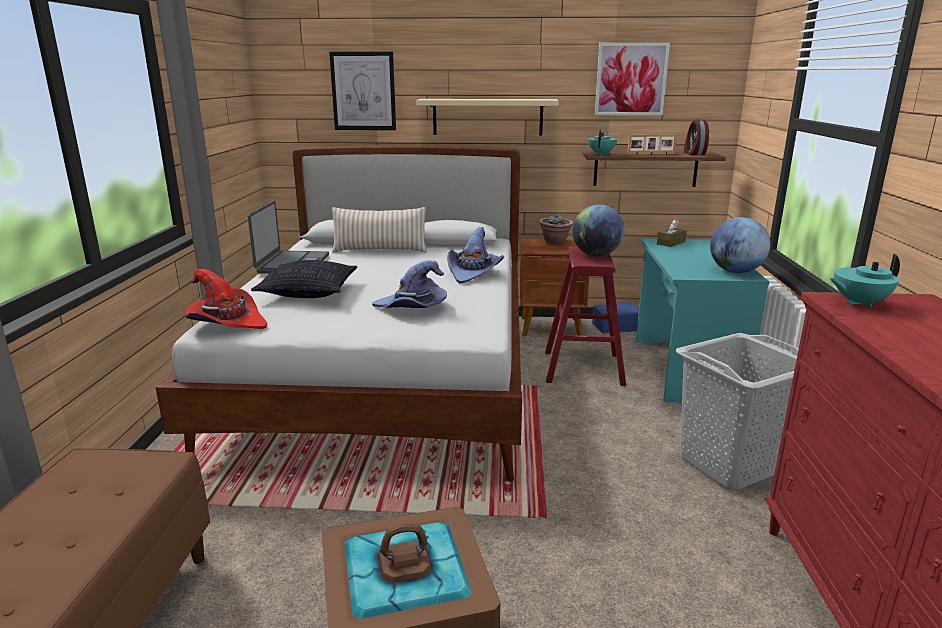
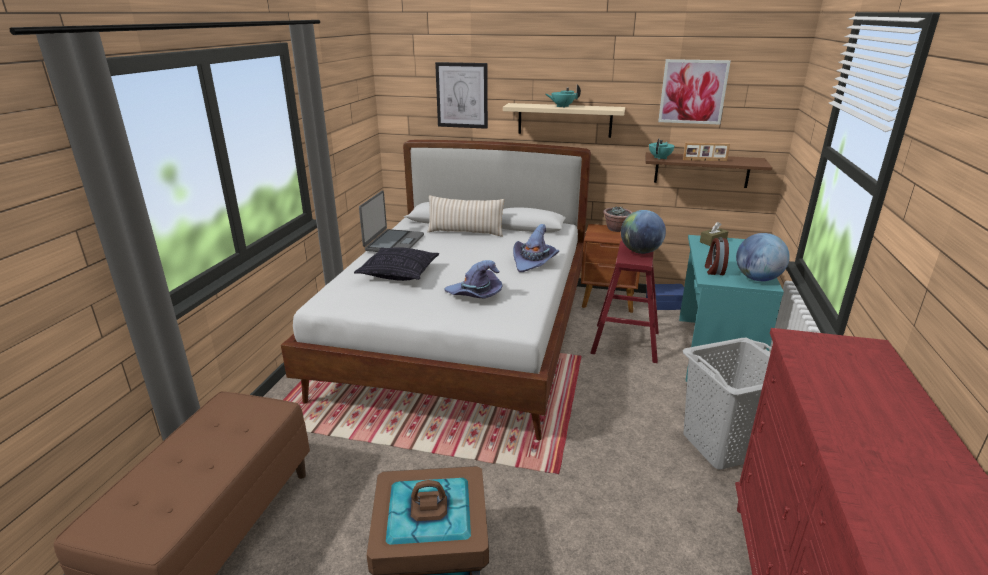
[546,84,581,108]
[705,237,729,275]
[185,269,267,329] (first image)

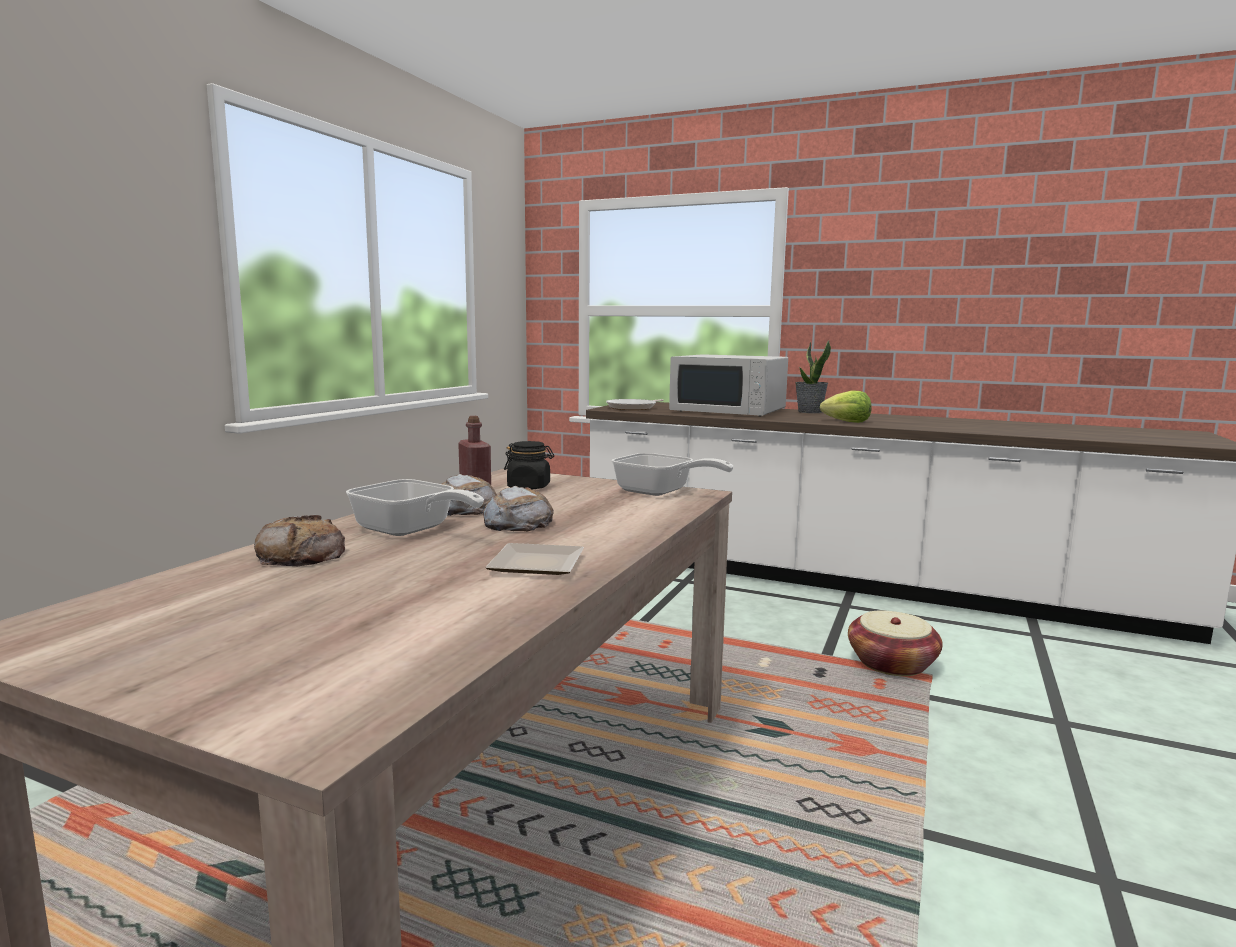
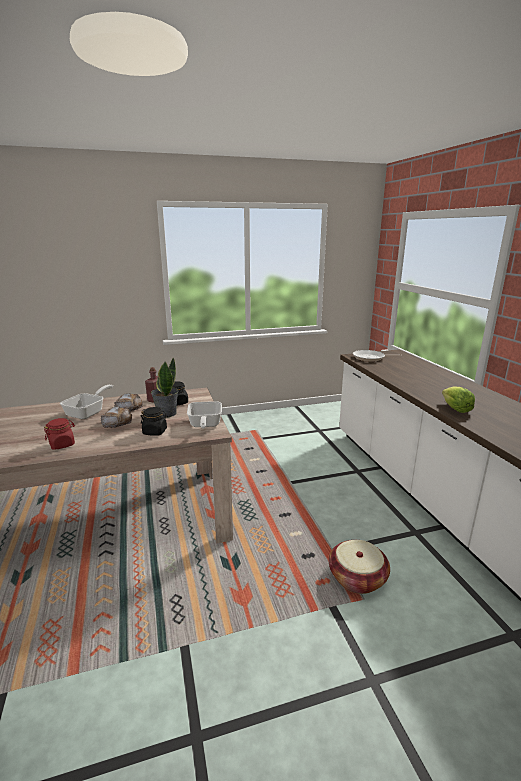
[44,418,75,450]
[60,385,113,419]
[141,407,167,436]
[151,358,178,418]
[254,515,345,566] (first image)
[669,354,788,417] (first image)

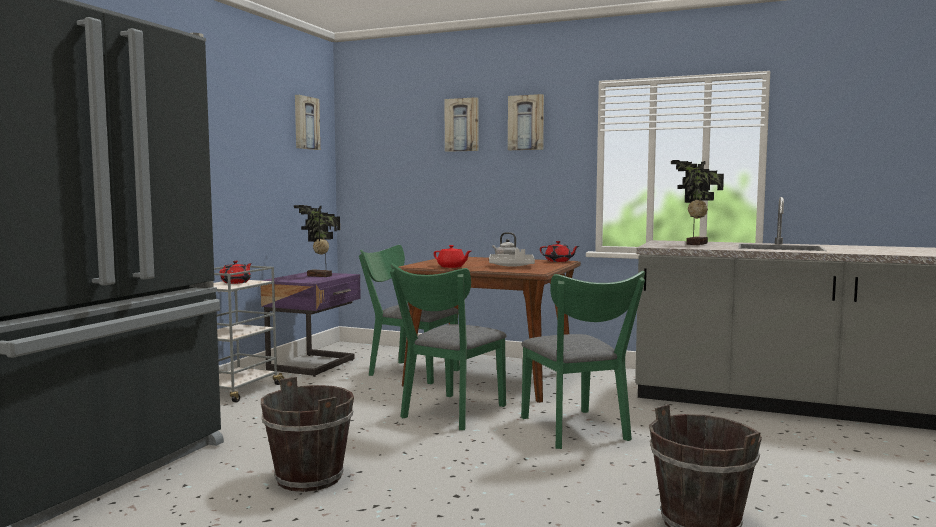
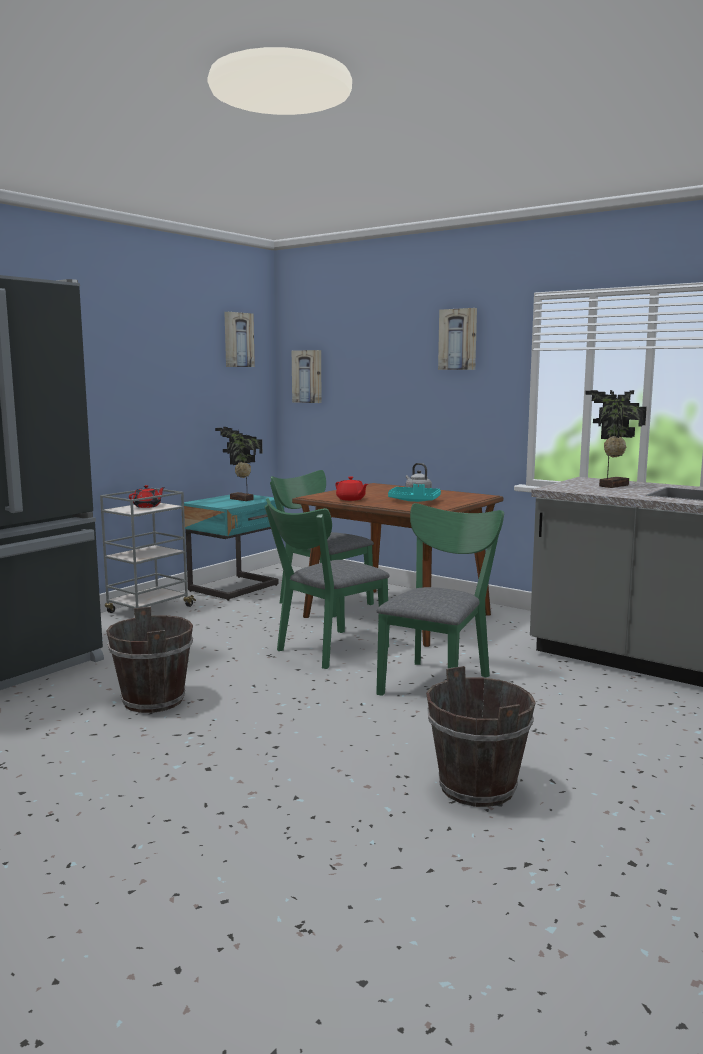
[181,495,284,601]
[292,350,322,403]
[376,503,504,696]
[388,484,441,502]
[540,241,579,262] (first image)

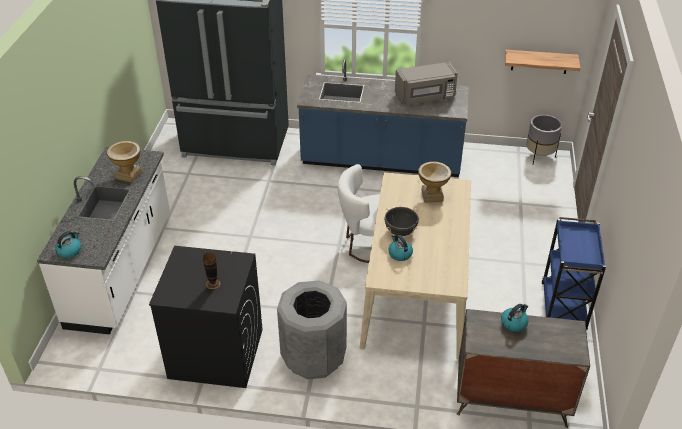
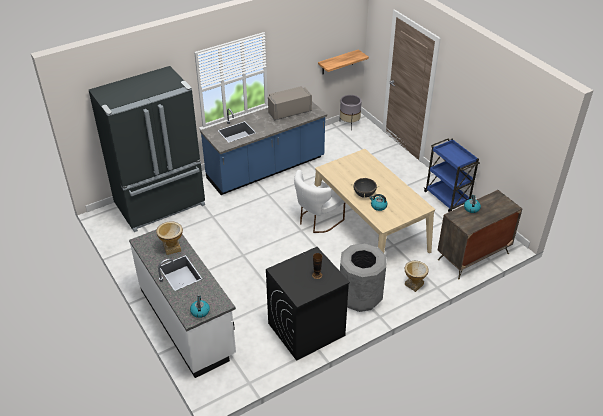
[268,86,312,120]
[405,261,429,292]

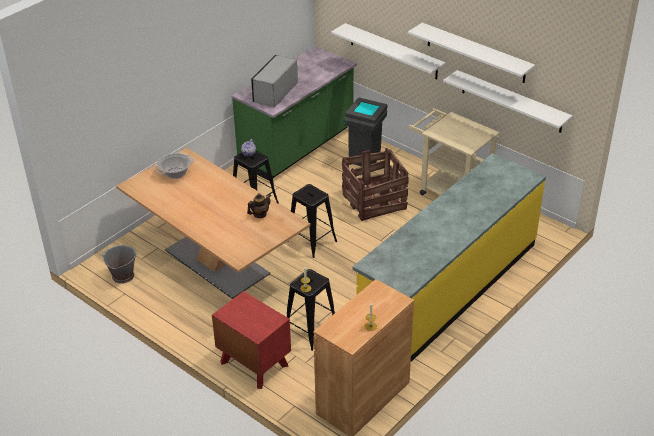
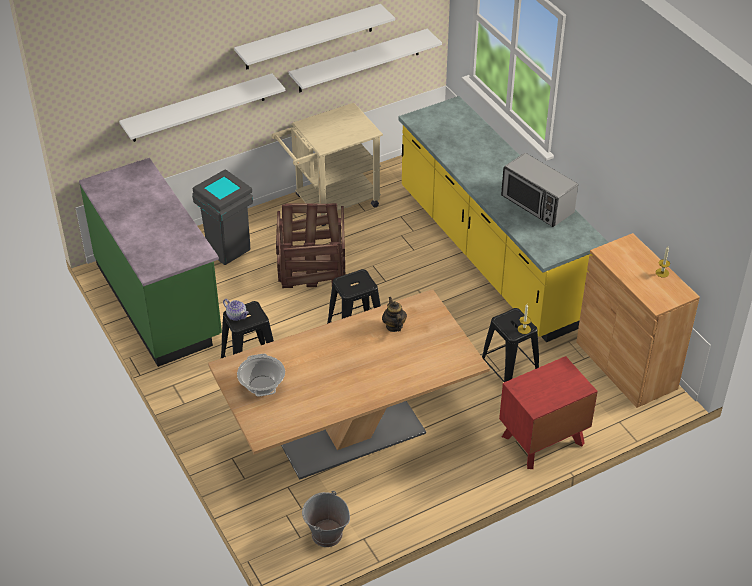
[501,153,578,227]

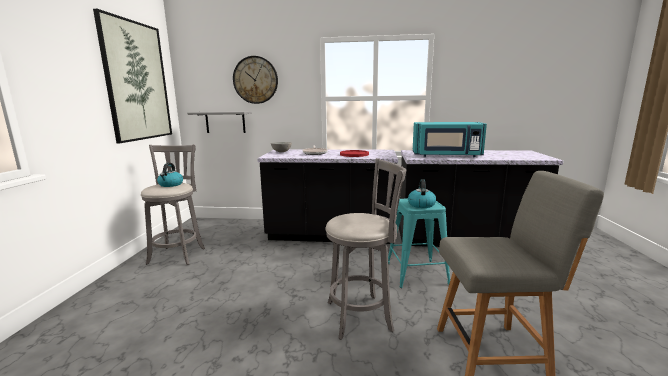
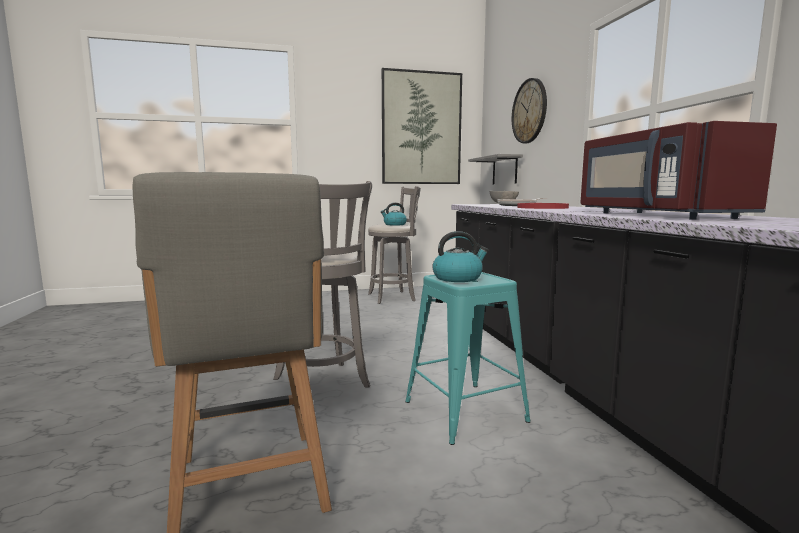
[581,121,777,220]

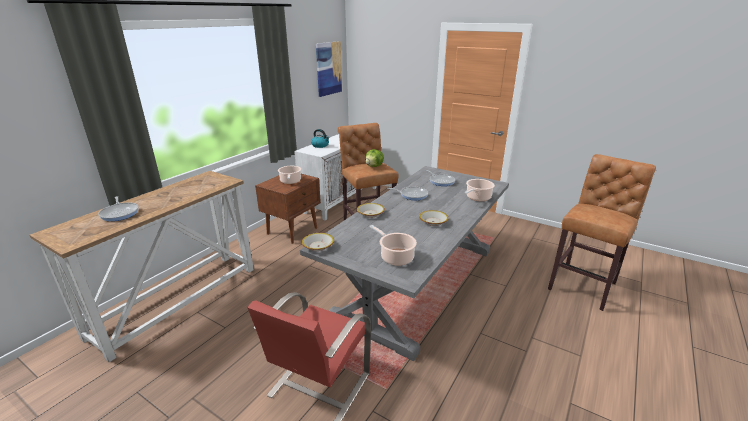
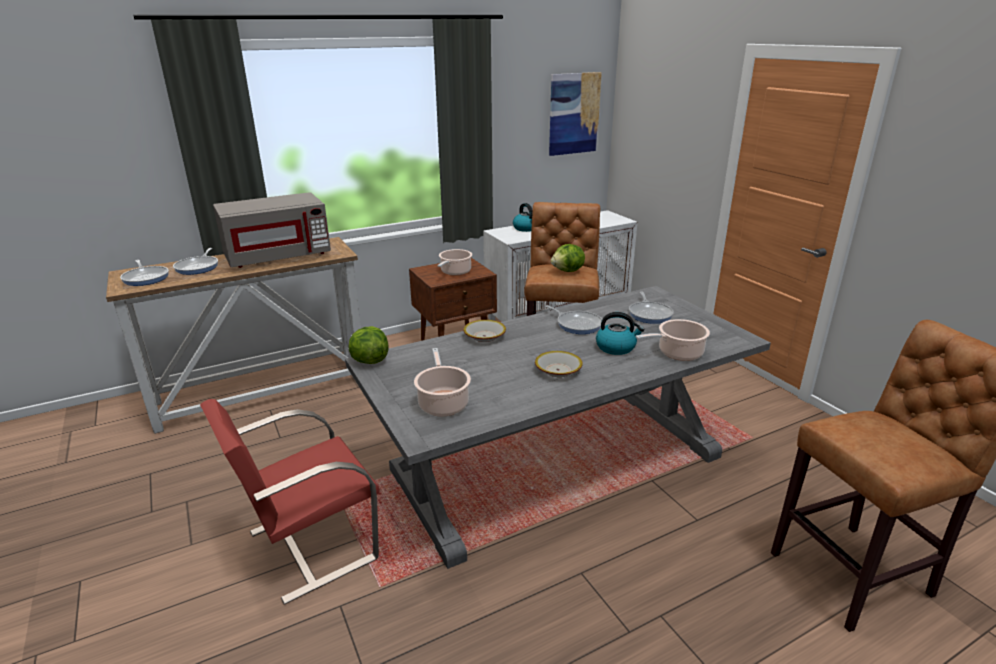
[120,260,169,286]
[213,192,331,268]
[349,326,389,364]
[596,312,645,355]

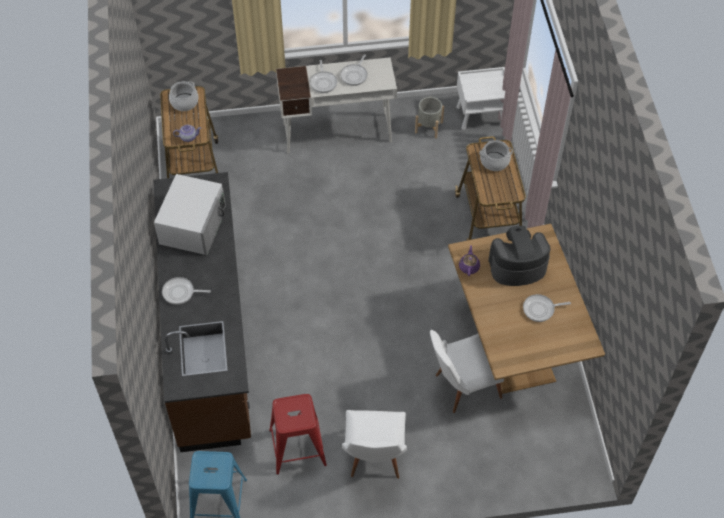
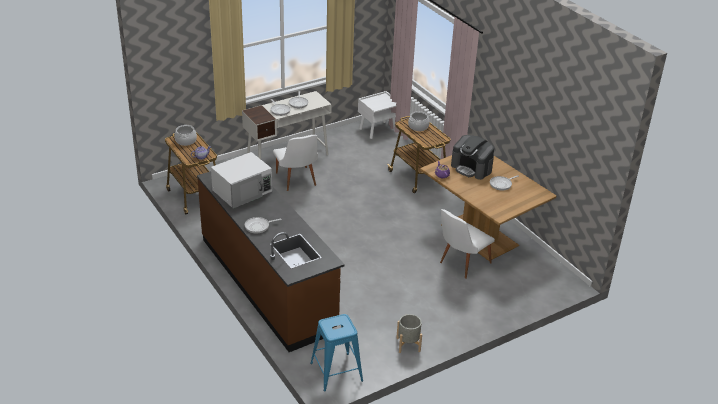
[211,152,272,208]
[273,135,318,191]
[396,314,422,353]
[451,135,494,180]
[269,394,327,475] (first image)

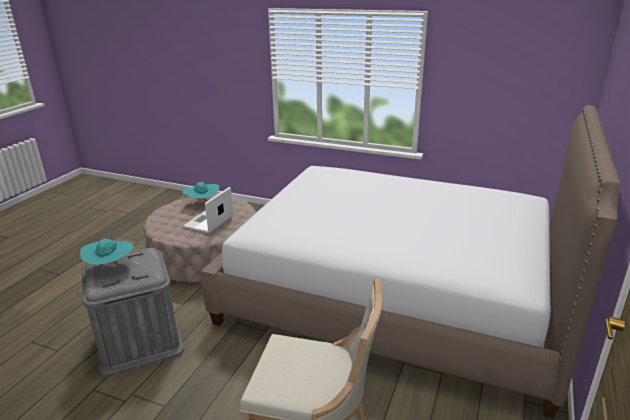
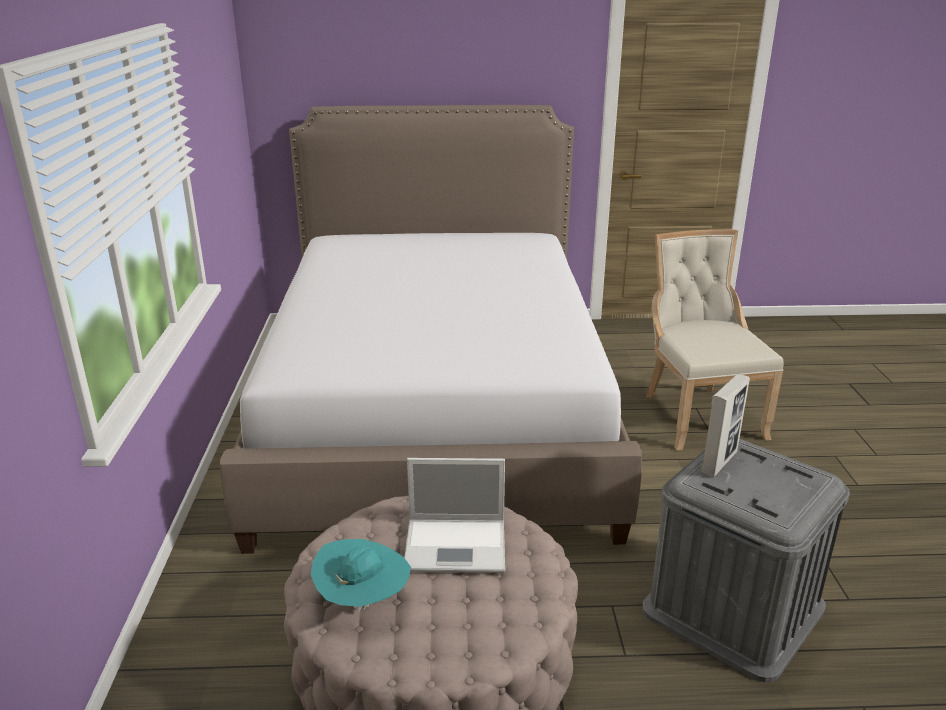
[701,374,750,477]
[80,239,133,267] (first image)

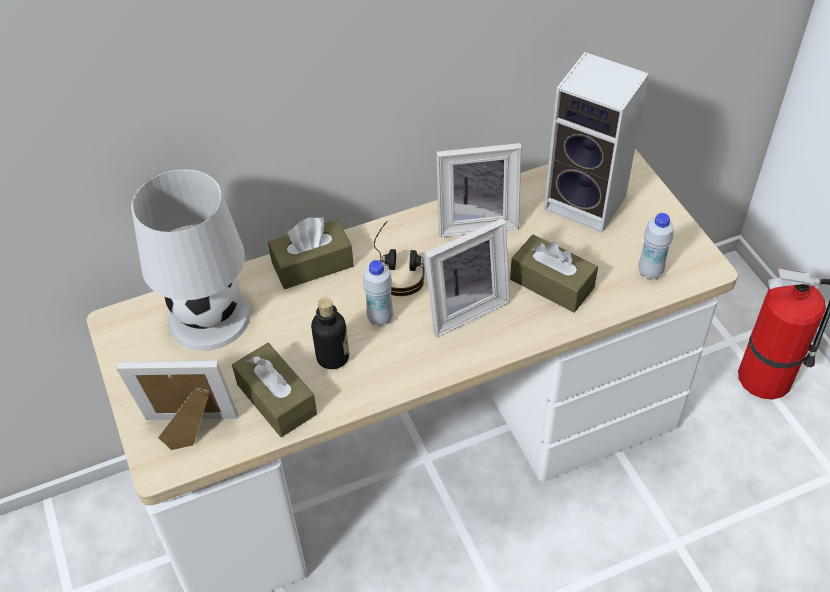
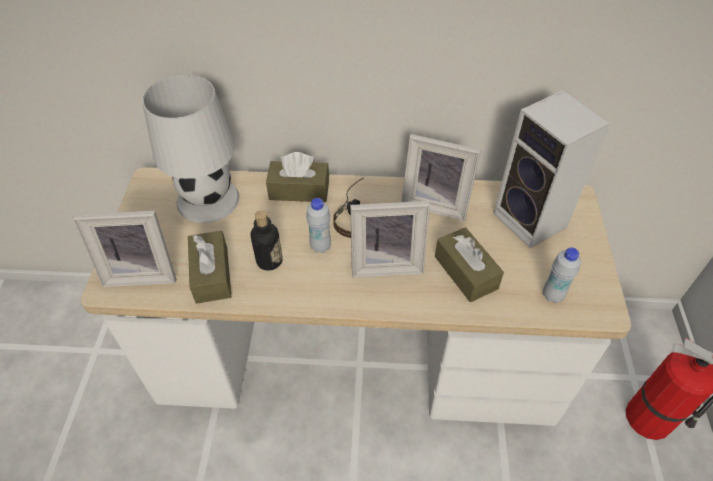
[73,211,176,287]

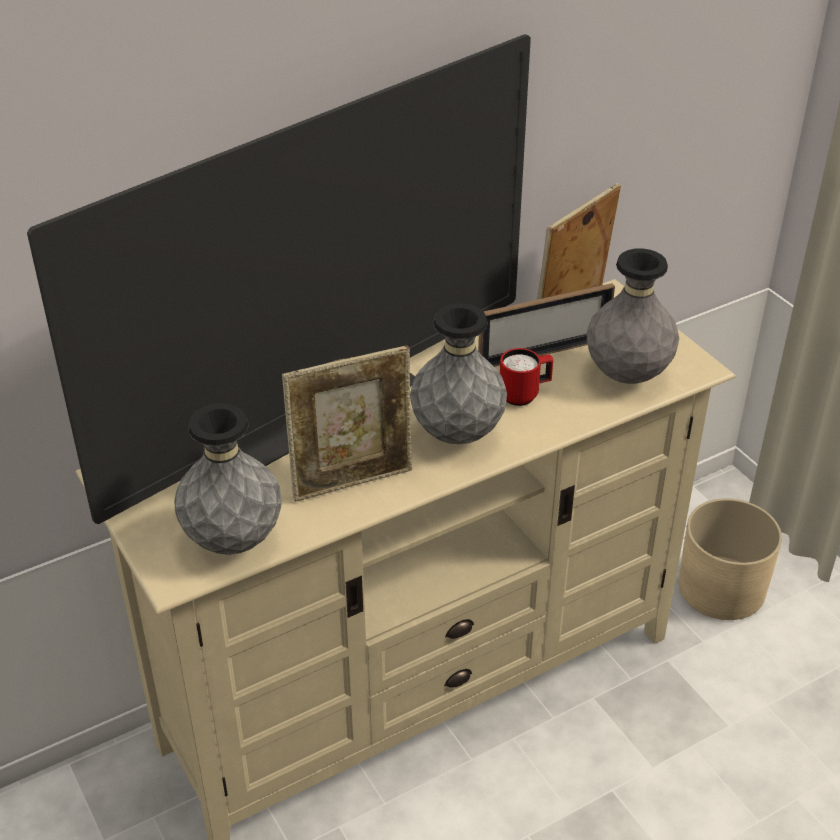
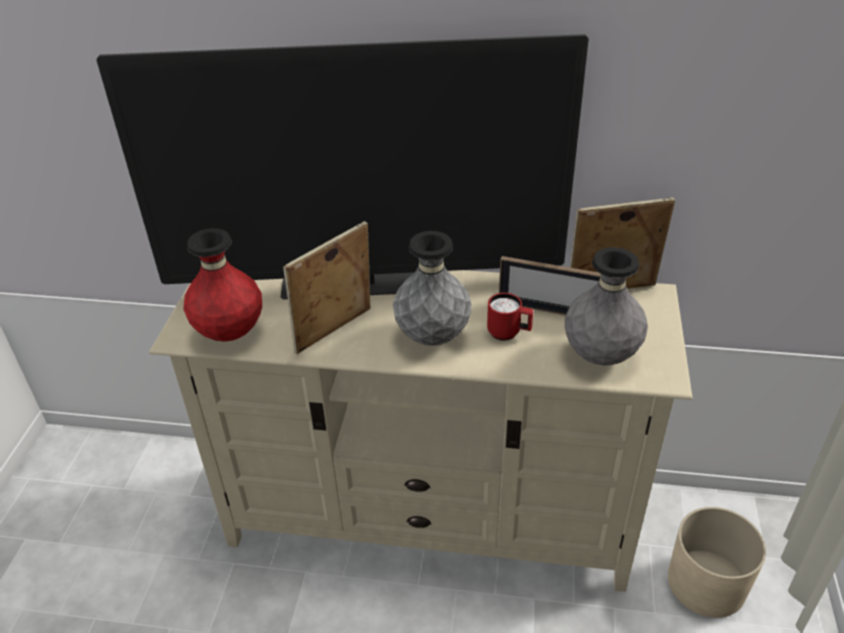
[183,228,262,342]
[283,221,370,354]

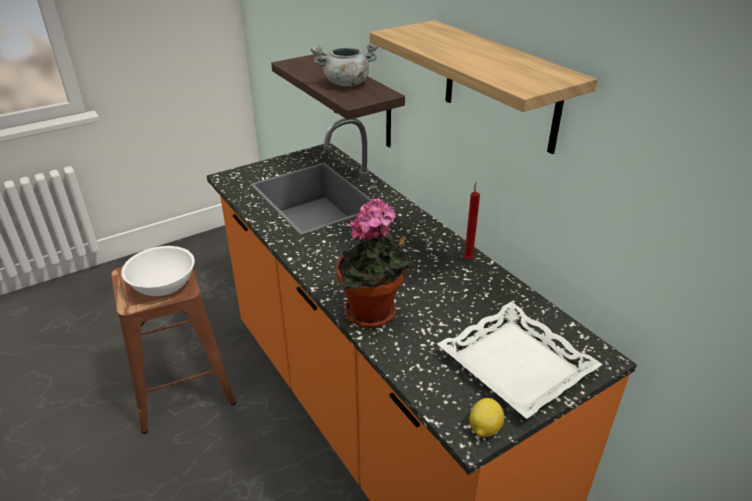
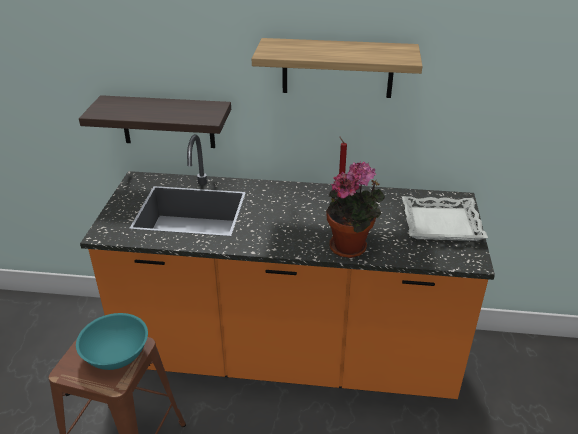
[76,313,148,370]
[310,42,378,86] (first image)
[469,398,504,437] (first image)

